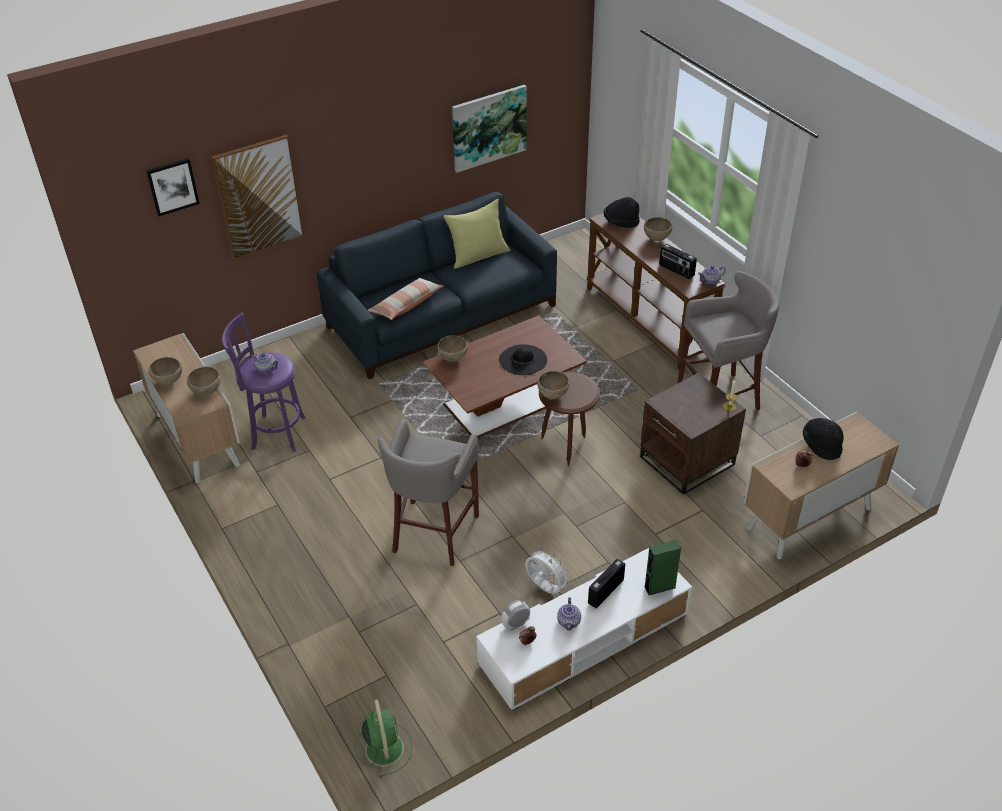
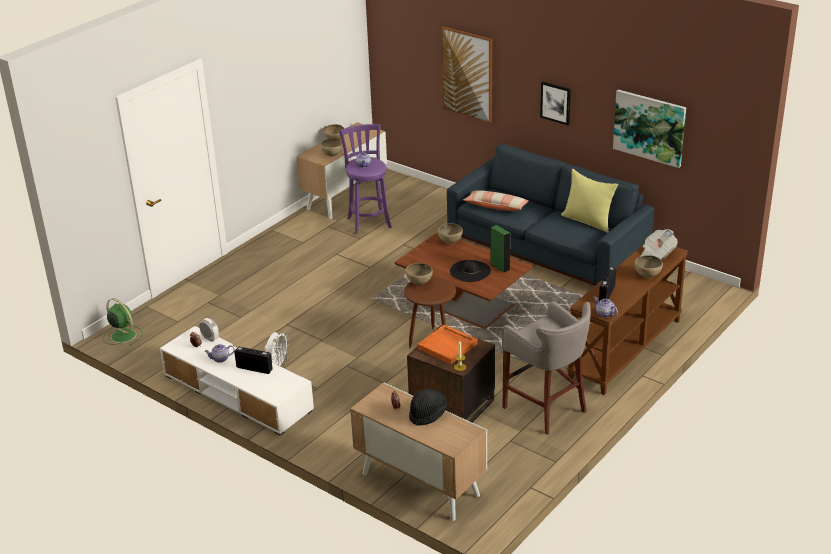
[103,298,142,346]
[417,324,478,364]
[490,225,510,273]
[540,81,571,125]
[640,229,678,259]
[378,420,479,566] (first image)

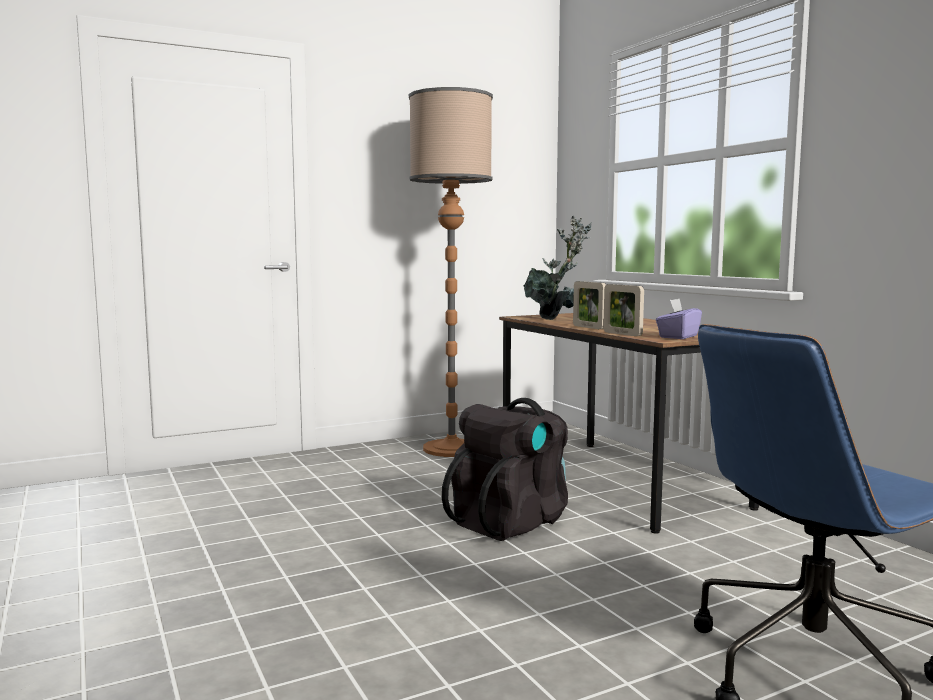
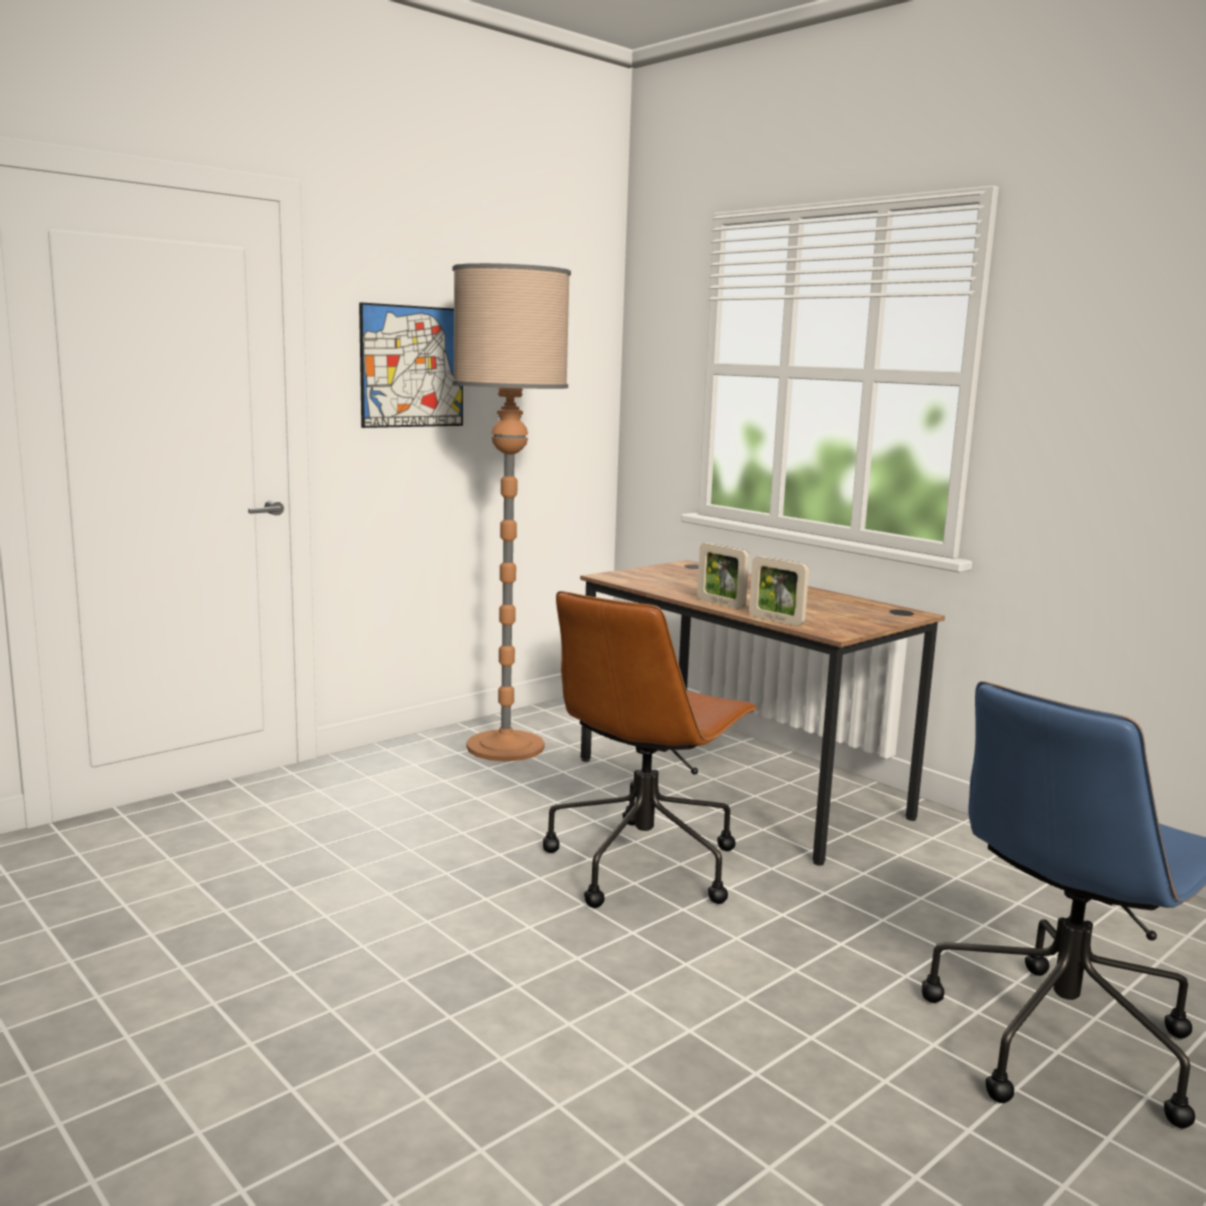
[359,302,463,428]
[543,591,758,908]
[524,216,592,320] (first image)
[656,298,702,339] (first image)

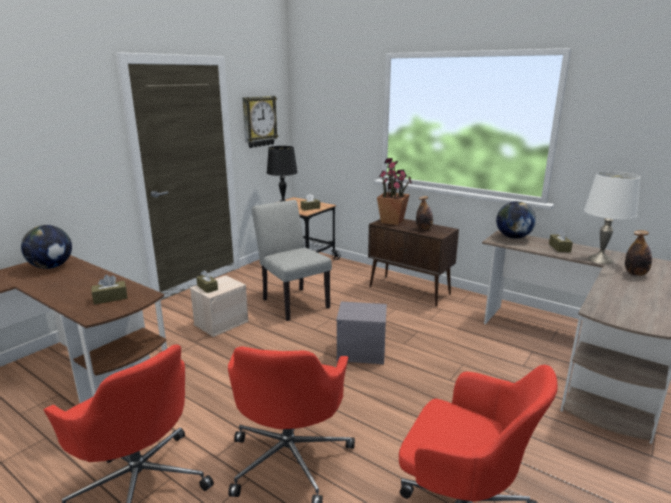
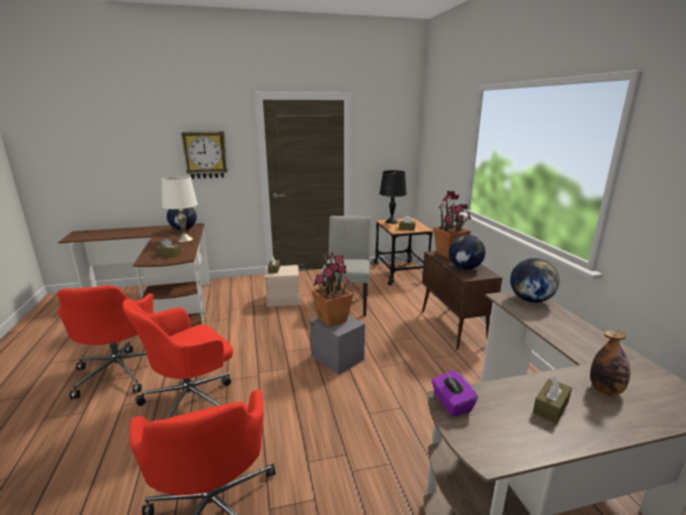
[161,176,198,242]
[181,131,228,179]
[311,252,353,327]
[431,370,478,416]
[449,235,485,270]
[533,376,572,424]

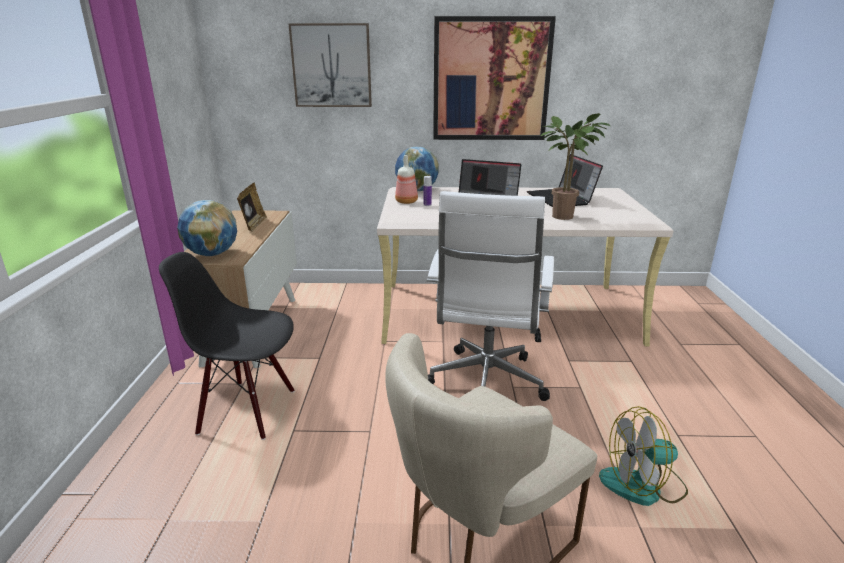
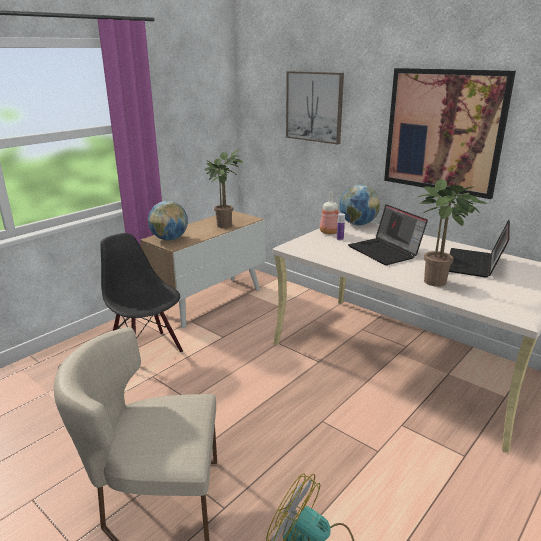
[205,150,243,228]
[427,191,554,401] (first image)

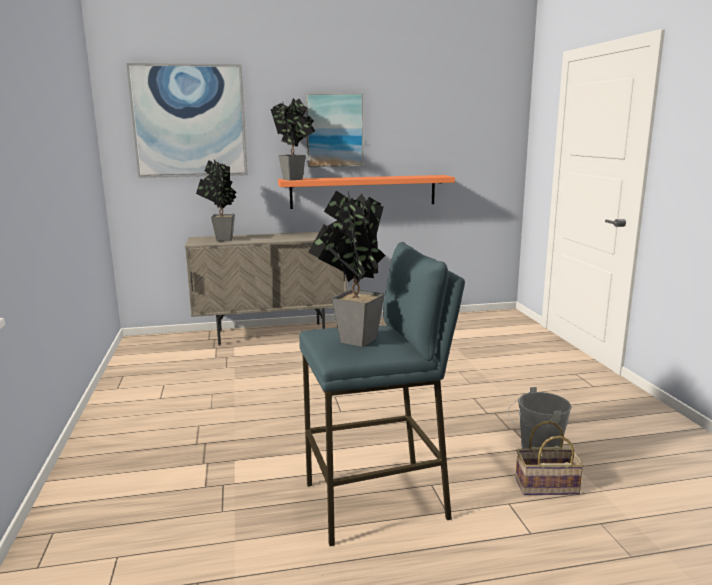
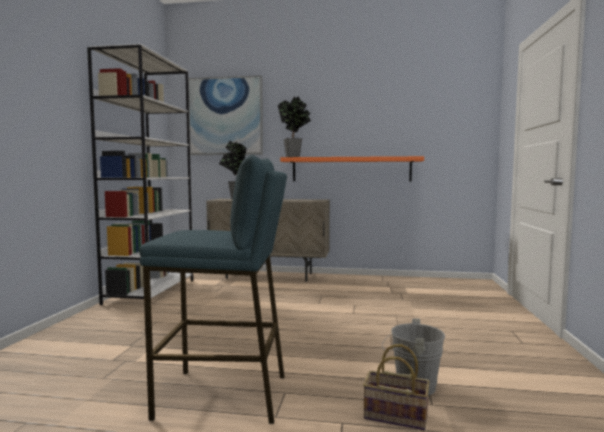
[87,44,193,305]
[306,93,364,167] (first image)
[308,191,386,347] (first image)

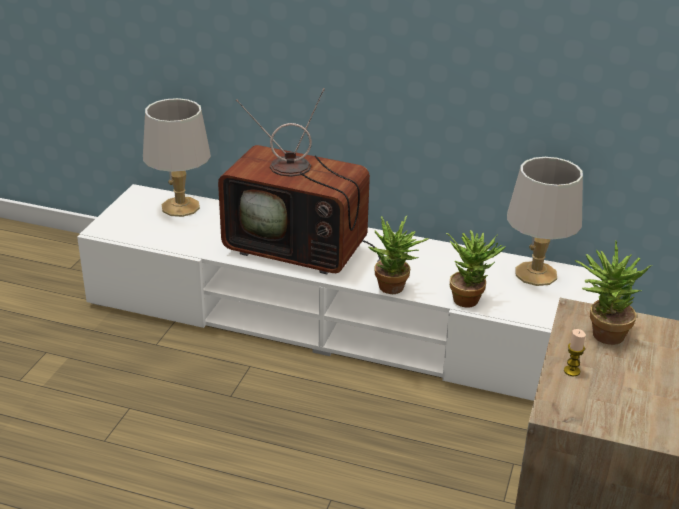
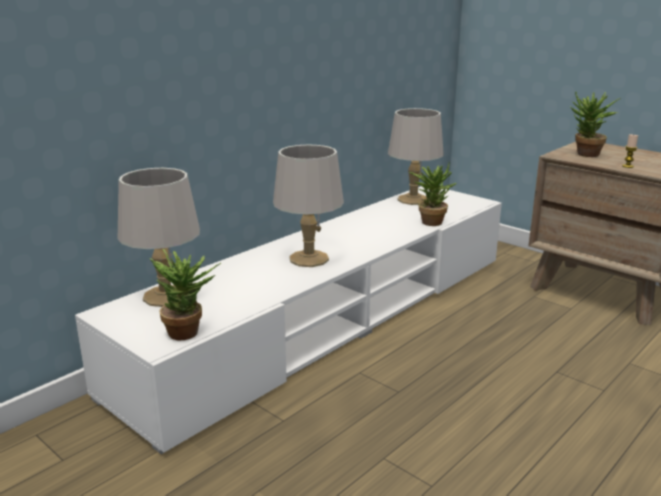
[150,249,221,341]
[273,144,344,267]

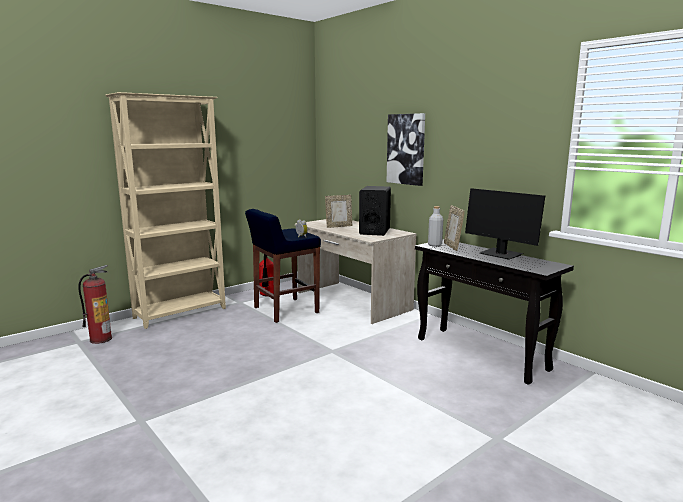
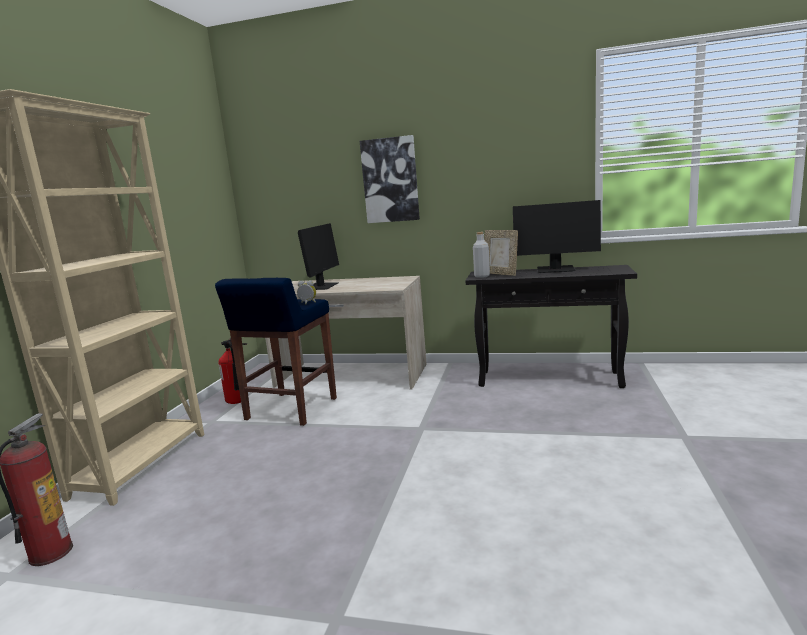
[298,223,339,290]
[359,186,391,236] (first image)

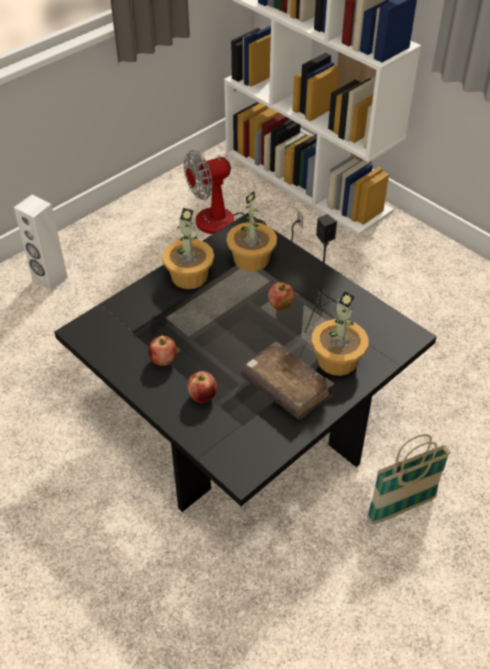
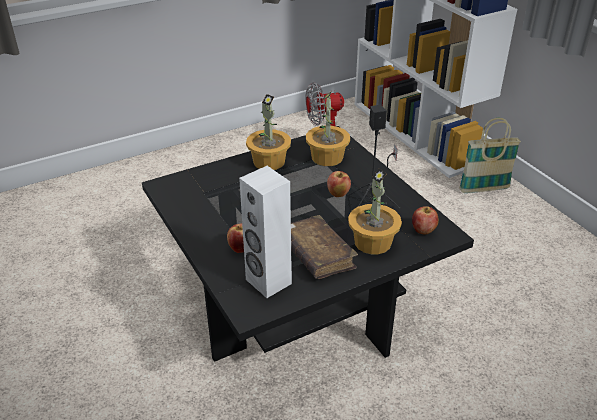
[239,166,292,298]
[412,206,439,235]
[459,118,521,193]

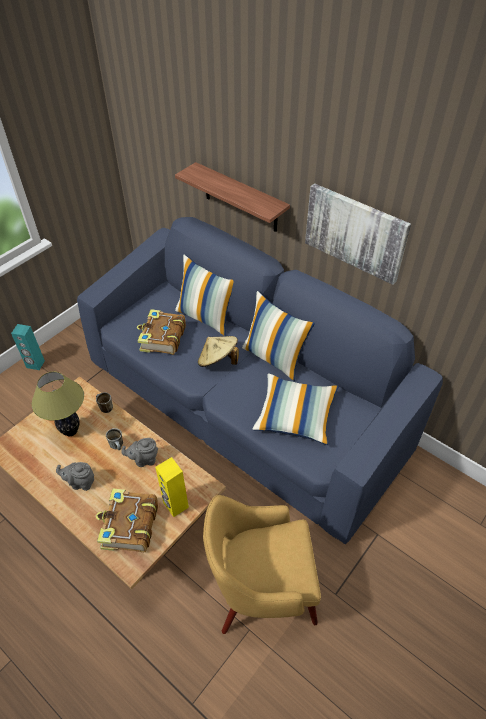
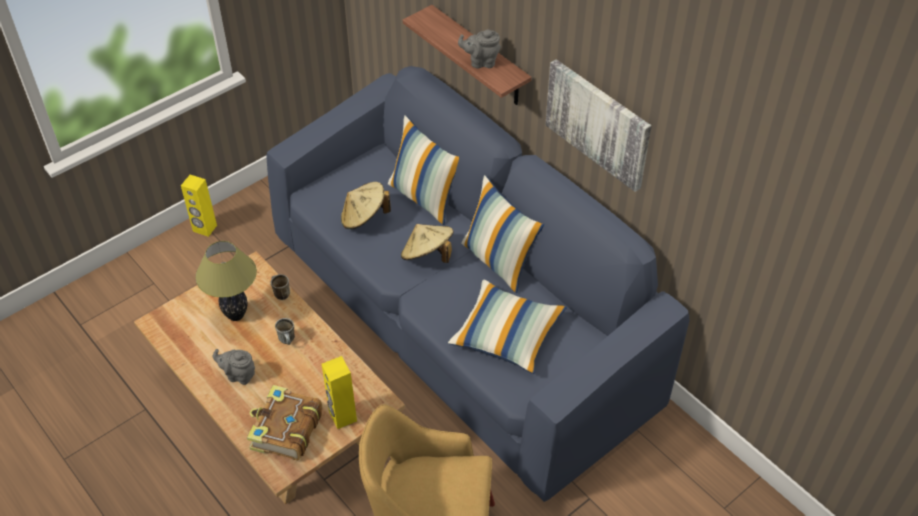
[181,175,217,237]
[341,182,391,229]
[458,30,501,69]

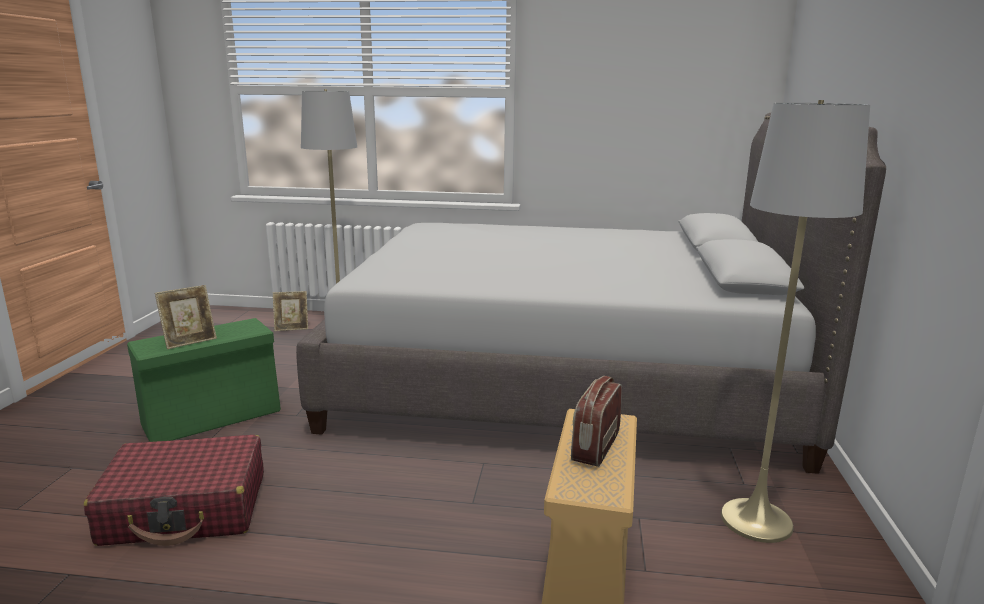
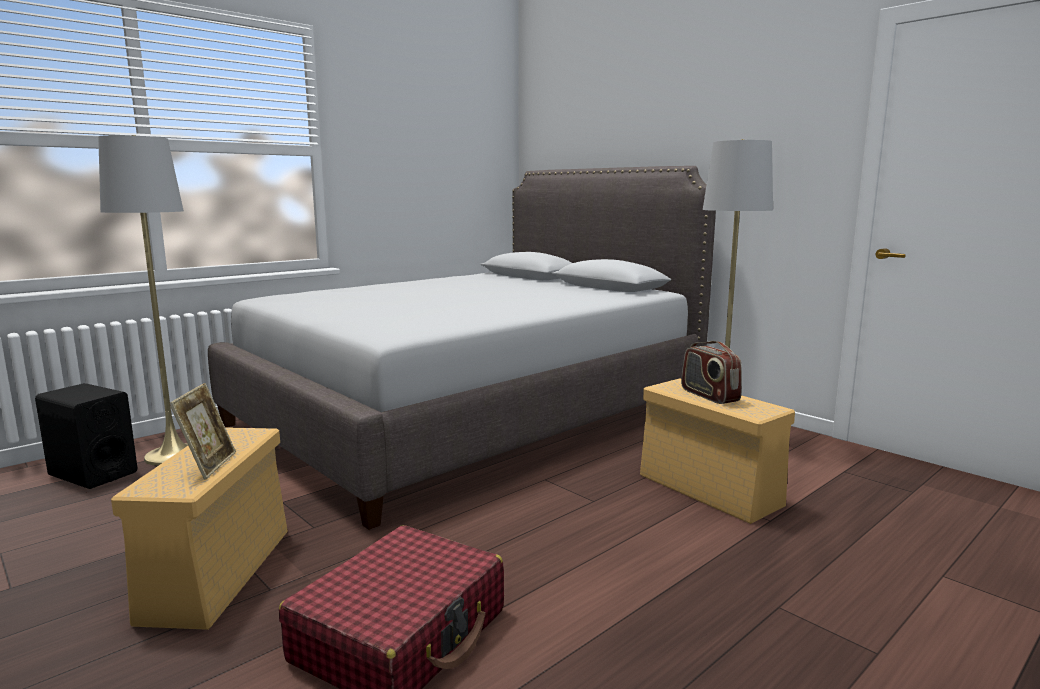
[35,383,138,489]
[111,427,288,630]

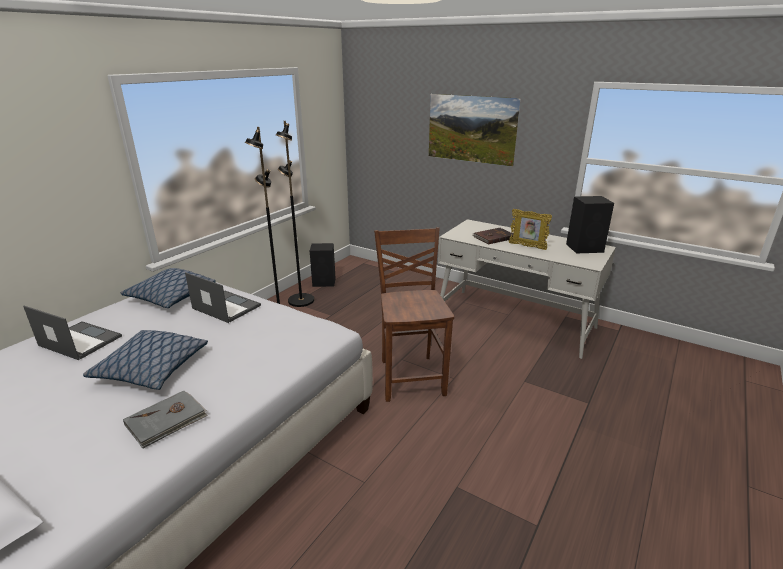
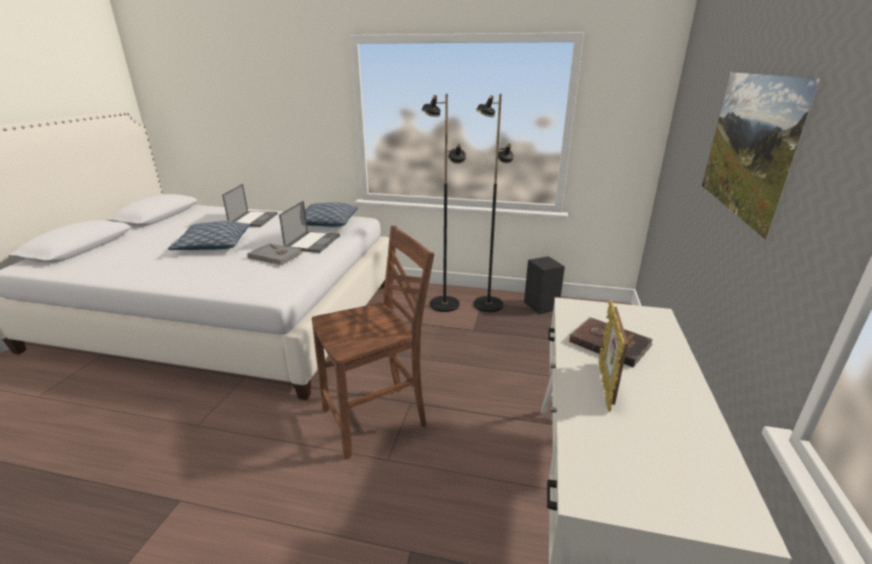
[247,243,302,265]
[566,196,614,253] (first image)

